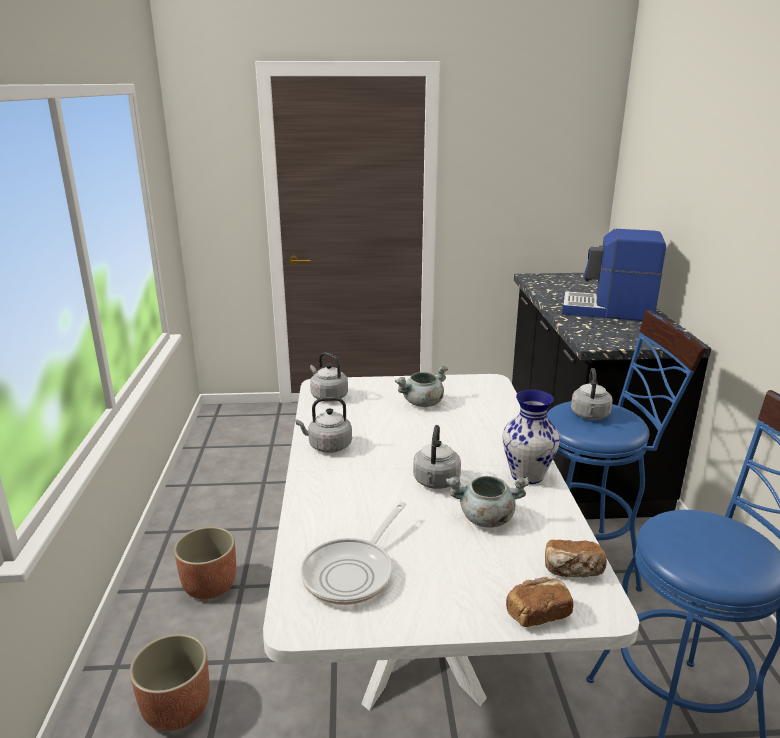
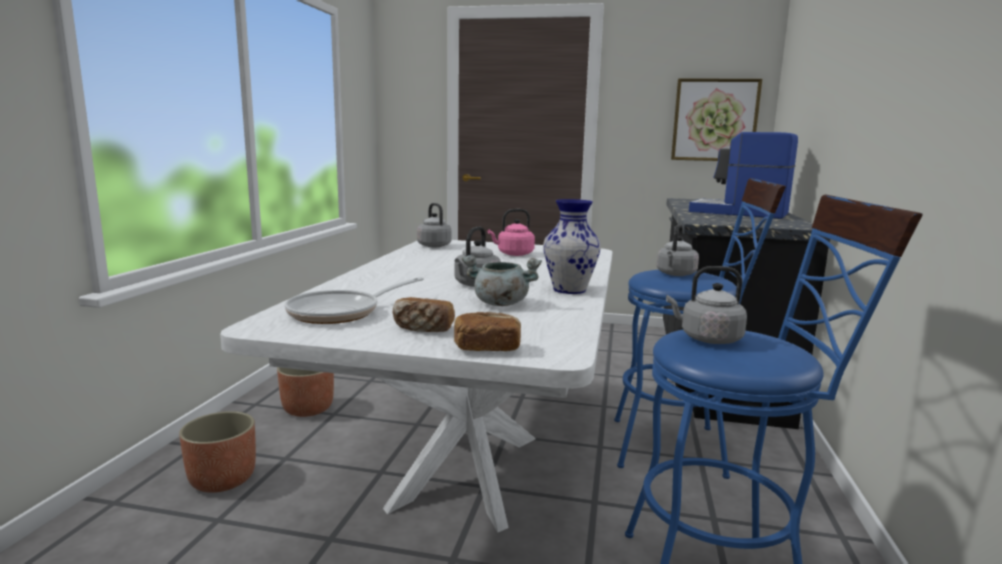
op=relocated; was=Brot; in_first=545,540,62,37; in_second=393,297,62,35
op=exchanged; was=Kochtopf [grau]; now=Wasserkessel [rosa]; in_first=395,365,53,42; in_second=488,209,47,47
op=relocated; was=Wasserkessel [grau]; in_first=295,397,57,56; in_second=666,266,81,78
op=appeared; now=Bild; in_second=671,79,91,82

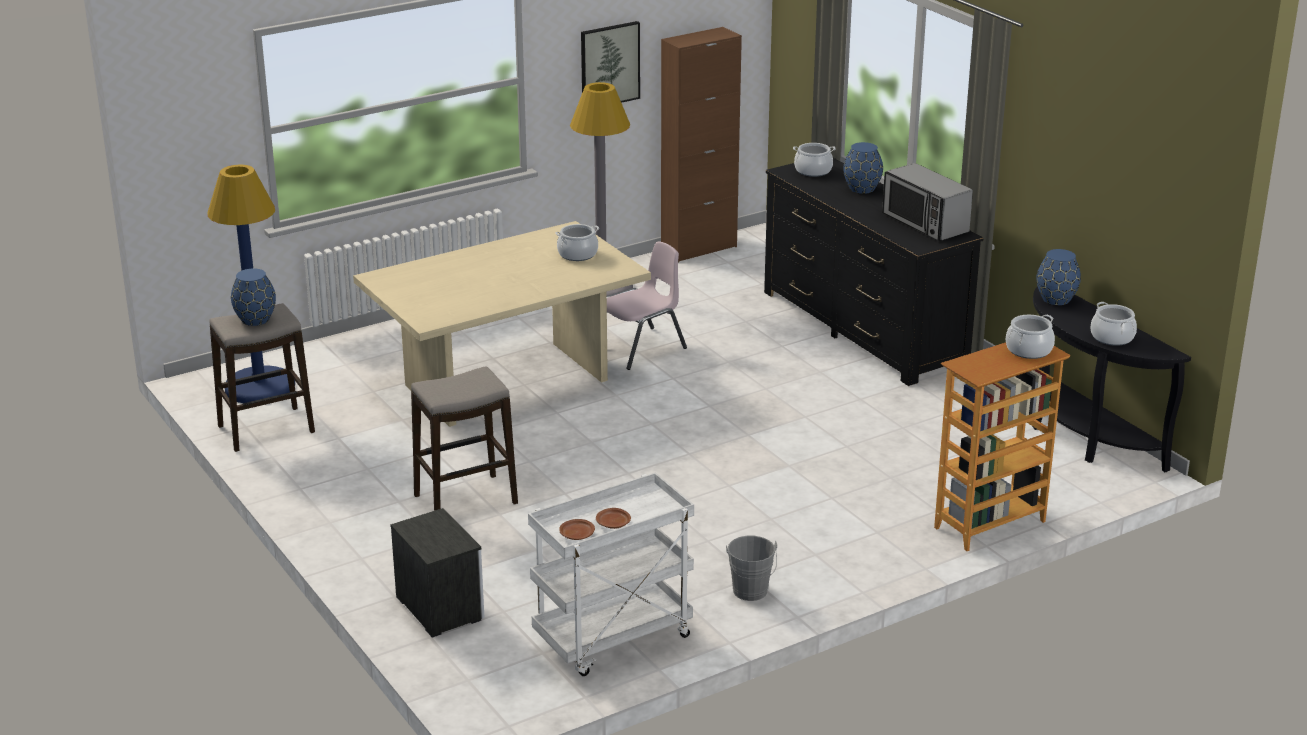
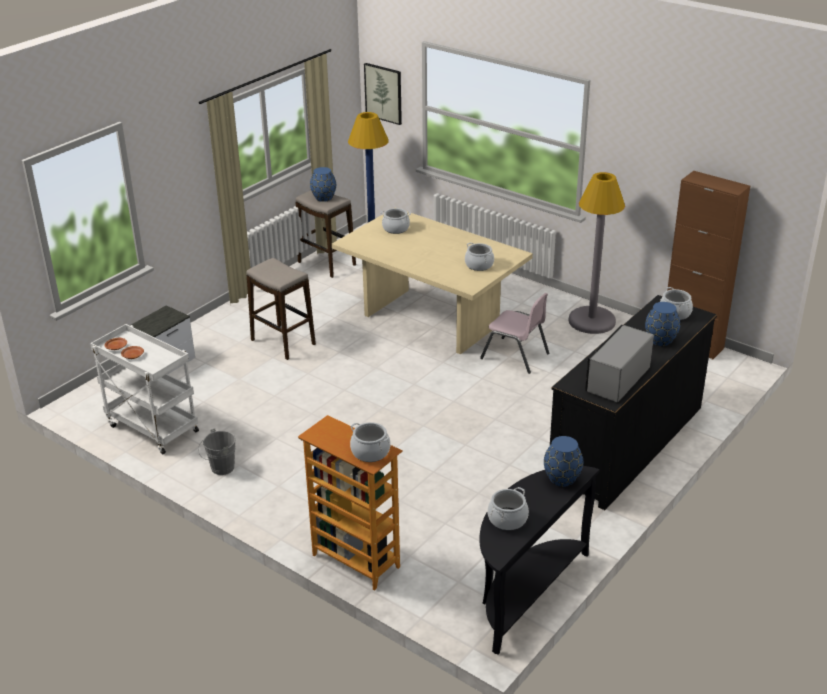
op=relocated; was=Bild; in_first=581,21,59,82; in_second=364,63,38,62
op=appeared; now=Kochtopf; in_second=380,208,31,26

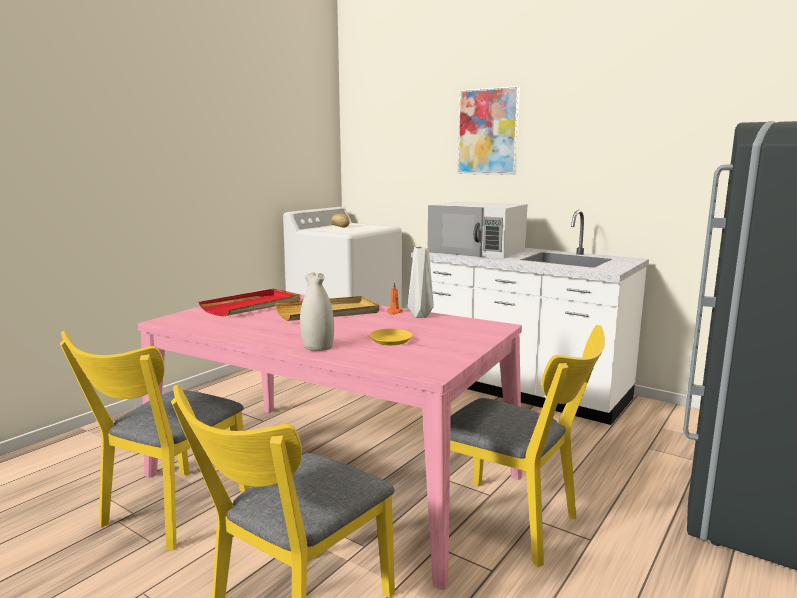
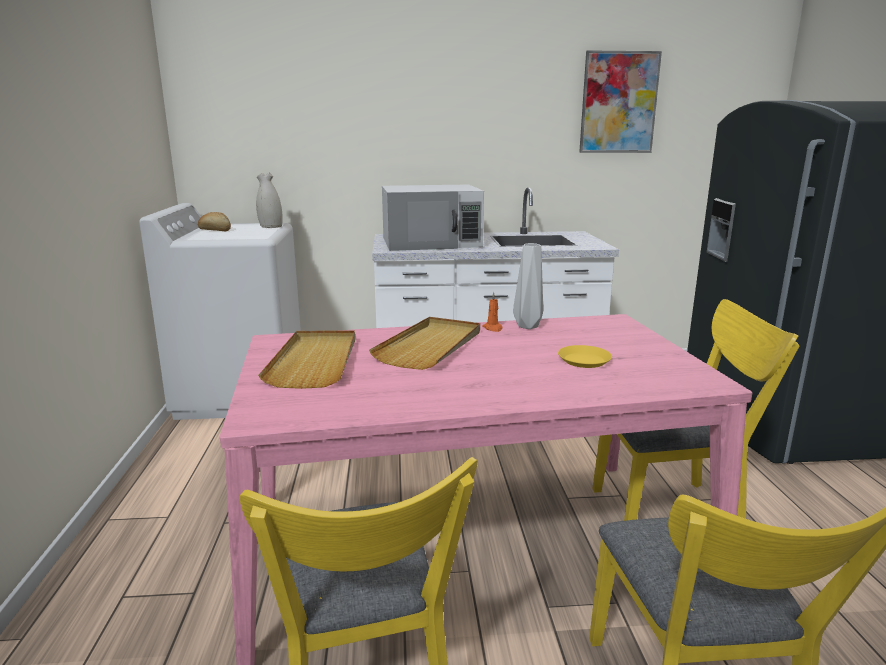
op=relocated; was=Vase [weiß]; in_first=300,272,34,79; in_second=256,173,26,55
op=colour; was=Tablett [rot]; now=Tablett [beige]; in_first=199,289,101,28; in_second=258,331,97,58
op=relocated; was=Bild; in_first=457,86,63,89; in_second=579,50,83,103

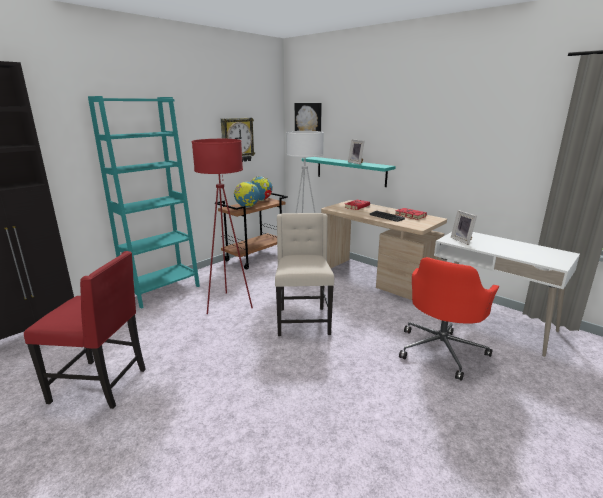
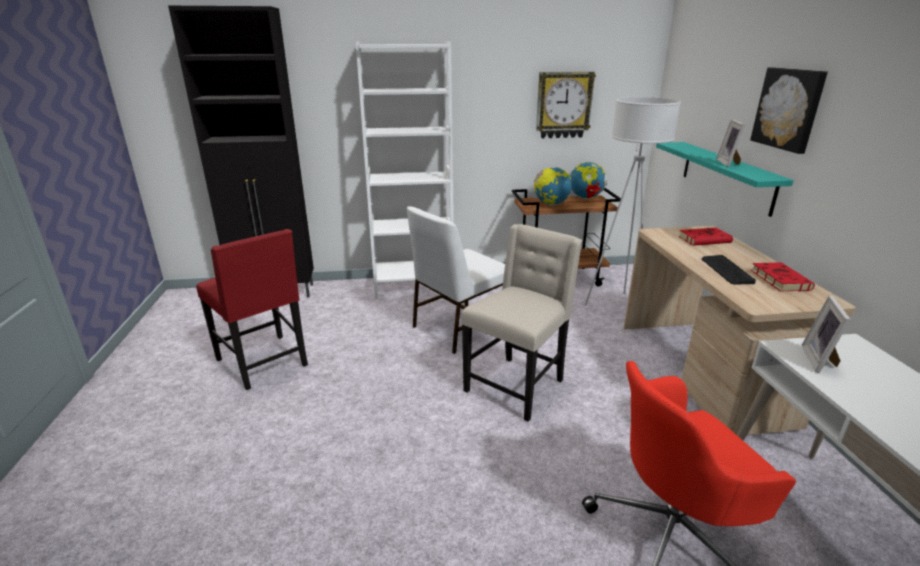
op=colour; was=Bücherregal [türkis]; now=Bücherregal [weiß]; in_first=88,96,112,213; in_second=356,42,98,257
op=exchanged; was=Stehlampe [rot]; now=Stuhl [weiß]; in_first=192,139,61,175; in_second=407,206,98,148
op=relocated; was=Bild; in_first=295,103,27,28; in_second=750,67,78,87

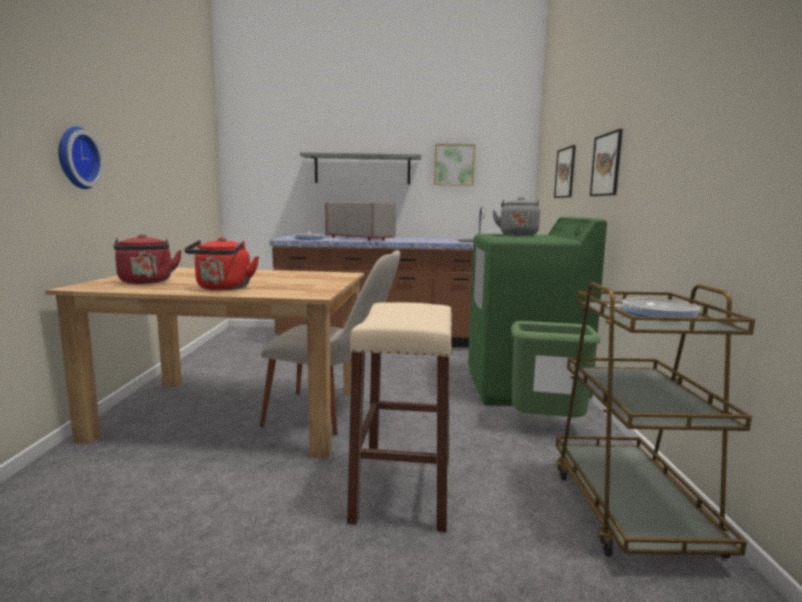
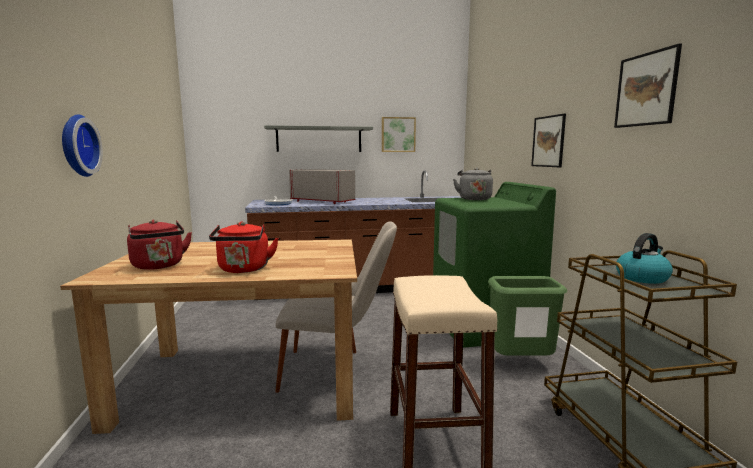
op=relocated; was=Bild; in_first=554,145,22,53; in_second=614,44,68,84
op=exchanged; was=Pfanne; now=Wasserkessel; in_first=607,298,93,20; in_second=616,233,57,51

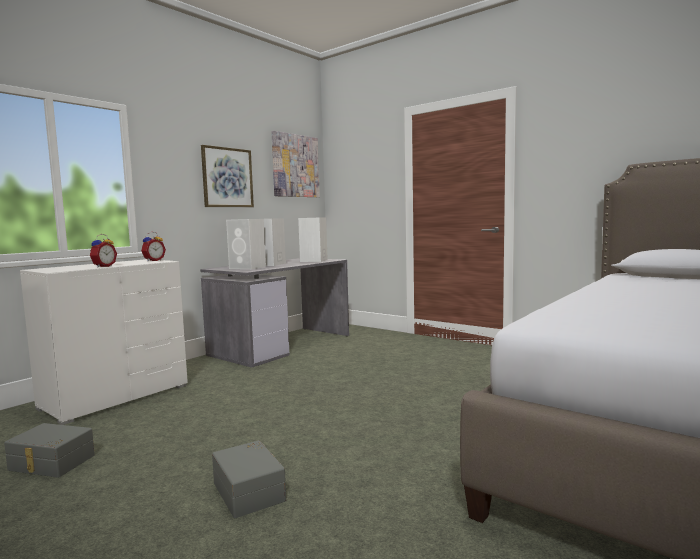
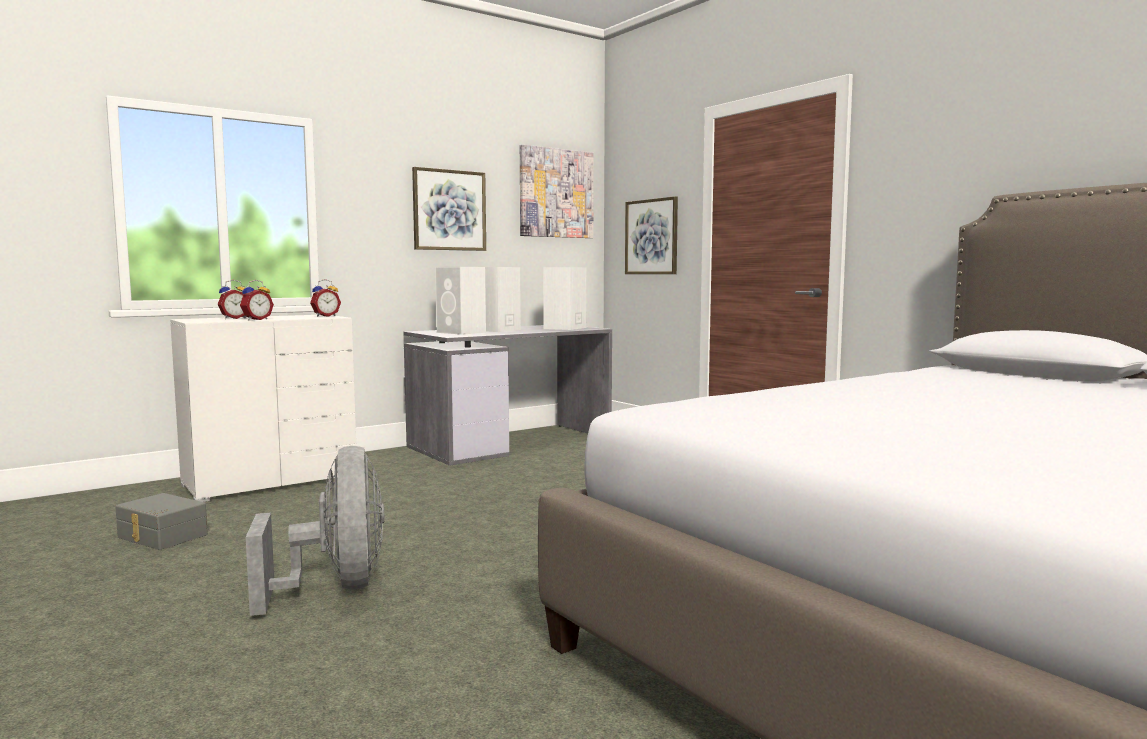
op=appeared; now=Wecker; in_second=217,280,29,39
op=exchanged; was=Aufbewahrungsbox [grau]; now=Ventilator [grau]; in_first=212,440,74,78; in_second=246,446,139,170
op=appeared; now=Bild; in_second=625,196,53,78

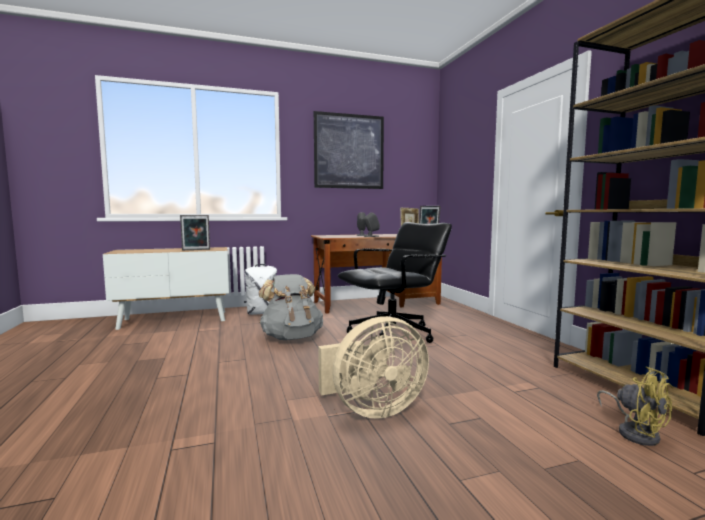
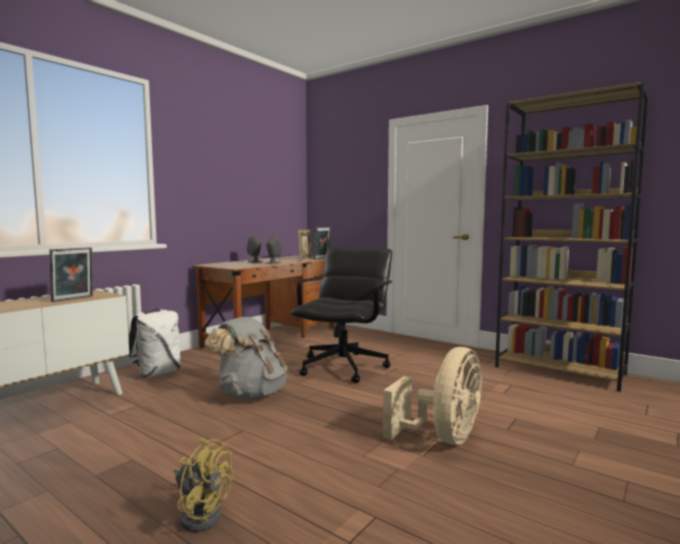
op=relocated; was=Ventilator [gelb]; in_first=597,366,76,80; in_second=174,439,59,93
op=missing; was=Bild; in_first=314,111,70,78

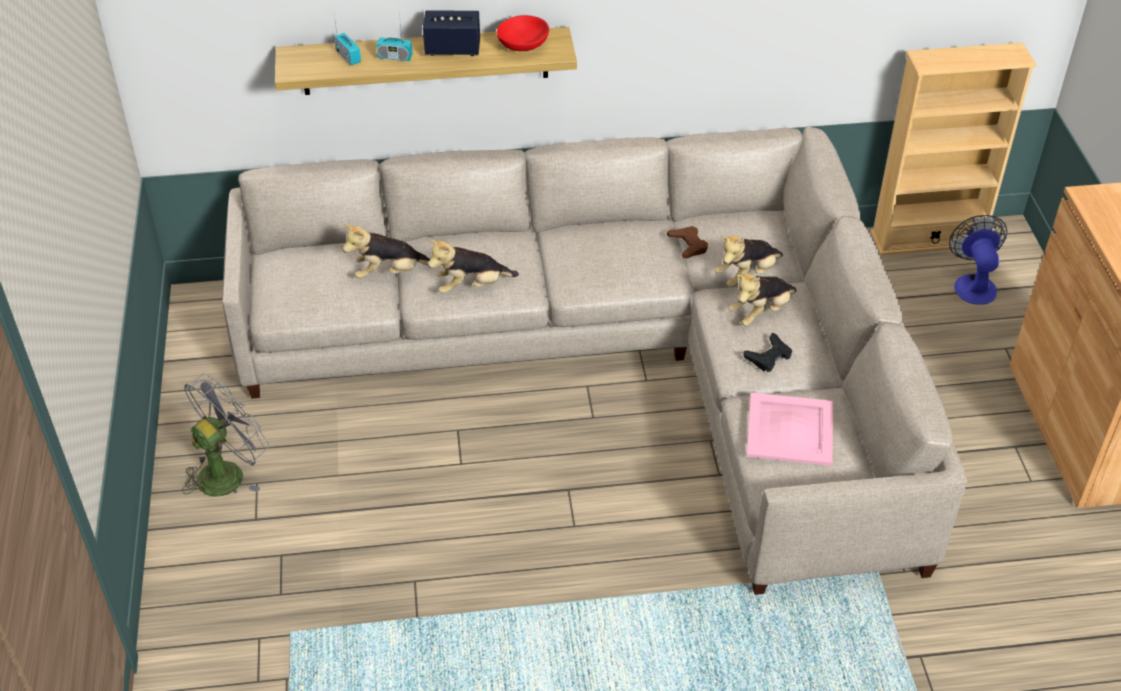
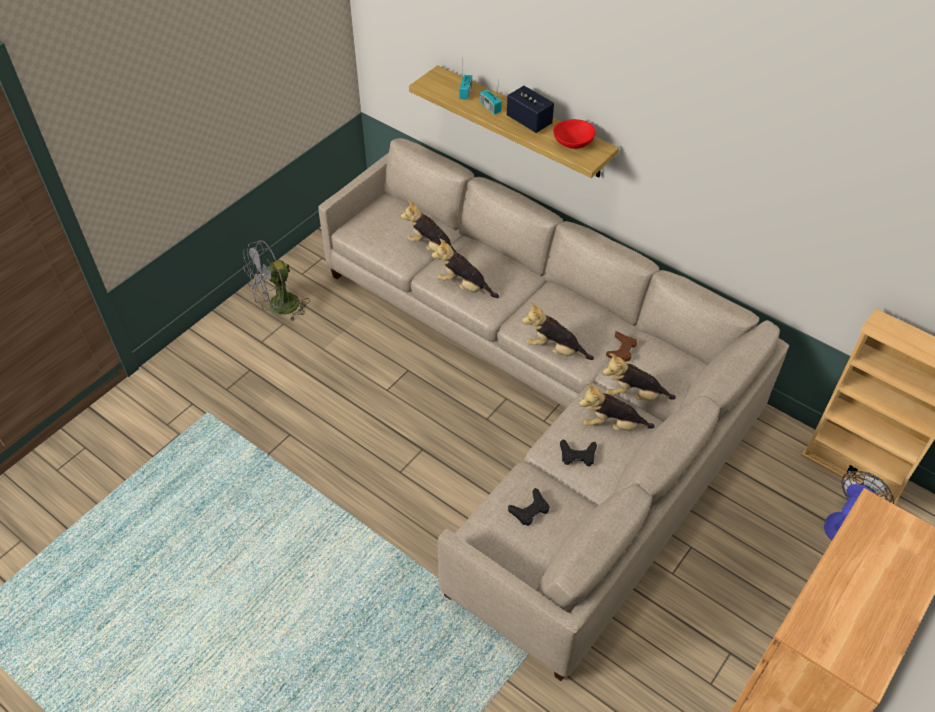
op=spun; was=Ventilator [grau]; in_first=182,374,87,123; in_second=243,240,67,82; clockwise=150
op=exchanged; was=Tablett [rosa]; now=Gamepad [schwarz]; in_first=747,393,86,73; in_second=508,488,42,38
op=appeared; now=Plüschtier; in_second=522,303,72,57

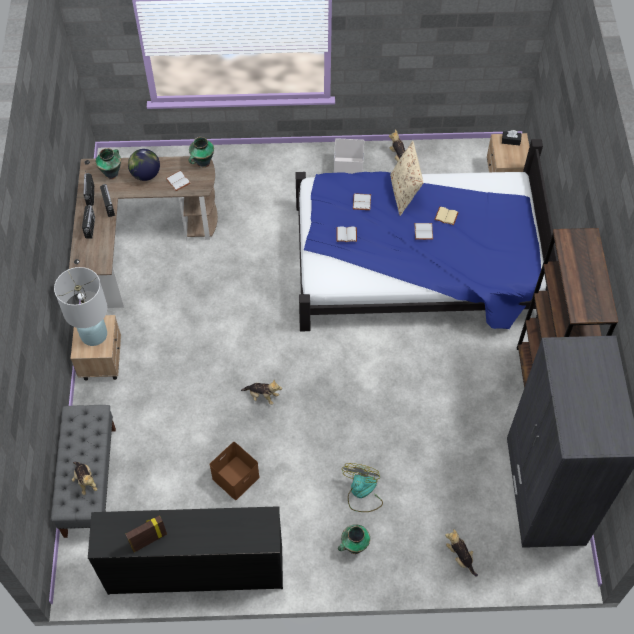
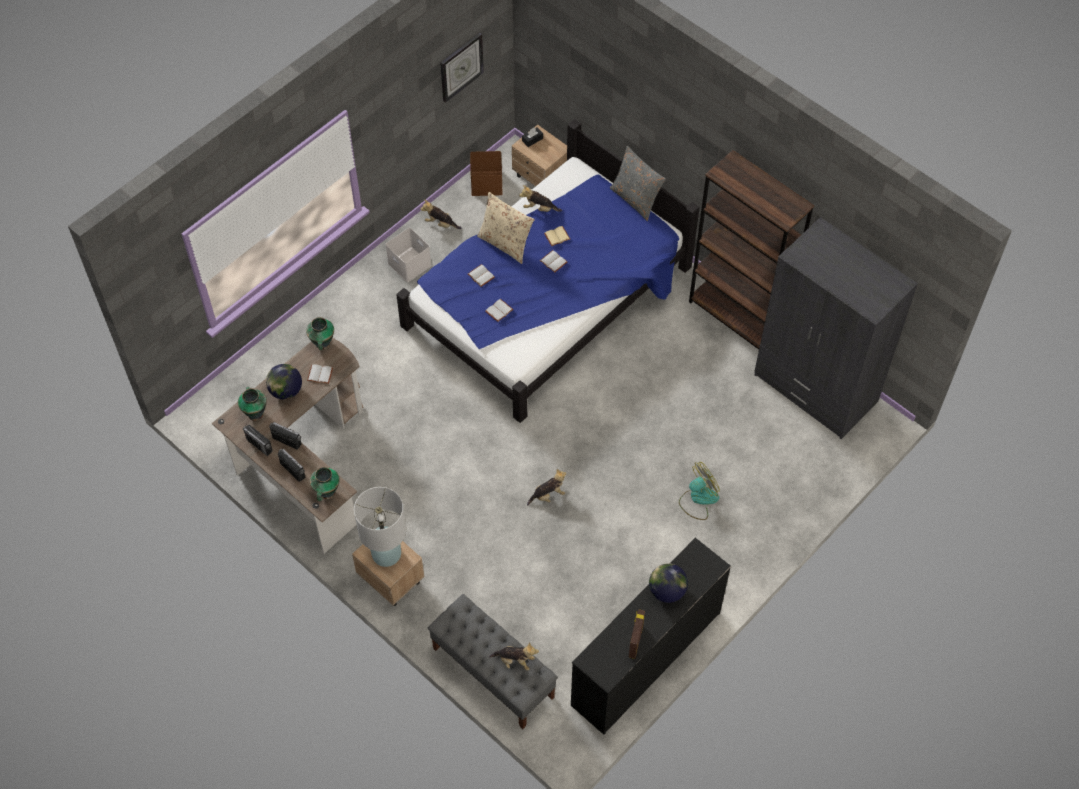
op=relocated; was=Vase; in_first=338,524,32,30; in_second=310,467,29,34
op=appeared; now=Wanduhr; in_second=440,33,44,70
op=relocated; was=Aufbewahrungsbox [braun]; in_first=209,442,51,58; in_second=470,151,32,45
op=relocated; was=Plüschtier; in_first=445,529,33,48; in_second=519,185,43,27
op=appeared; now=Kissen [grau]; in_second=610,146,56,75
op=appeared; now=Globus; in_second=649,563,39,40
op=spun; was=Ventilator; in_first=342,463,41,49; in_second=679,462,41,58; clockwise=90

